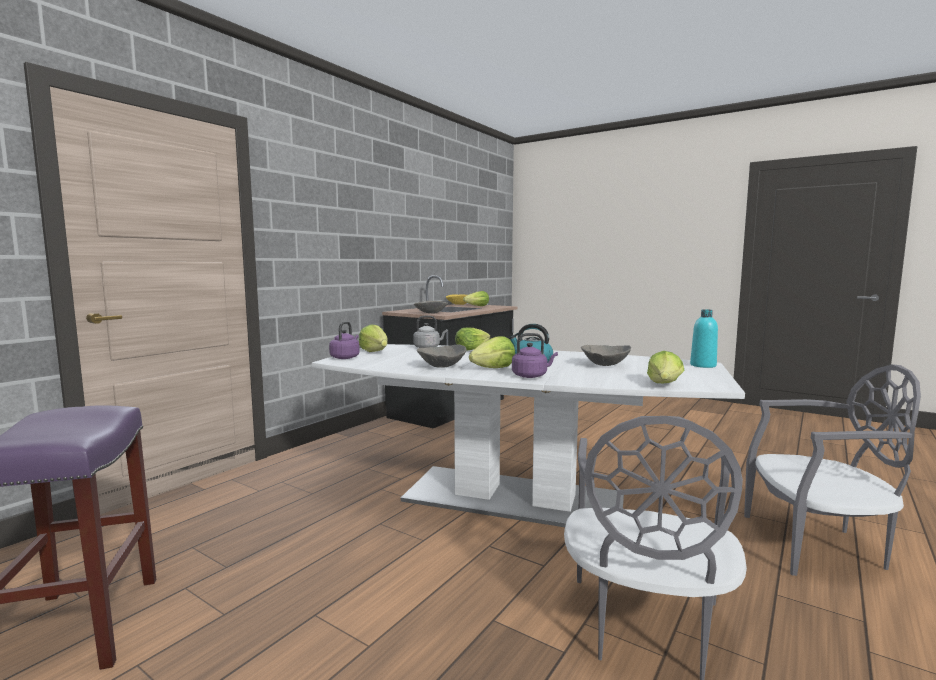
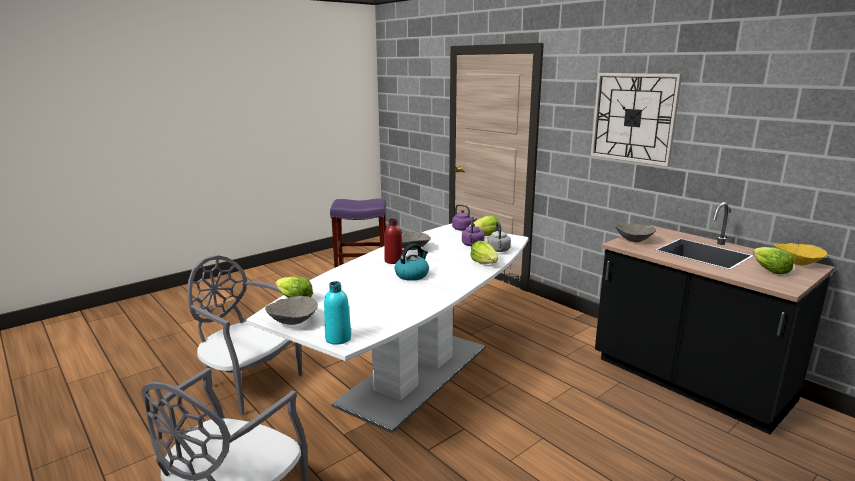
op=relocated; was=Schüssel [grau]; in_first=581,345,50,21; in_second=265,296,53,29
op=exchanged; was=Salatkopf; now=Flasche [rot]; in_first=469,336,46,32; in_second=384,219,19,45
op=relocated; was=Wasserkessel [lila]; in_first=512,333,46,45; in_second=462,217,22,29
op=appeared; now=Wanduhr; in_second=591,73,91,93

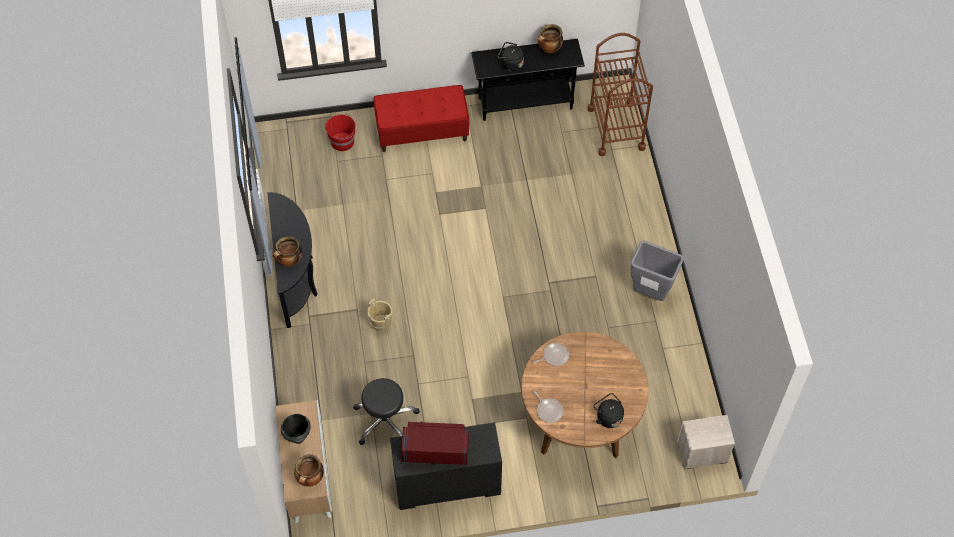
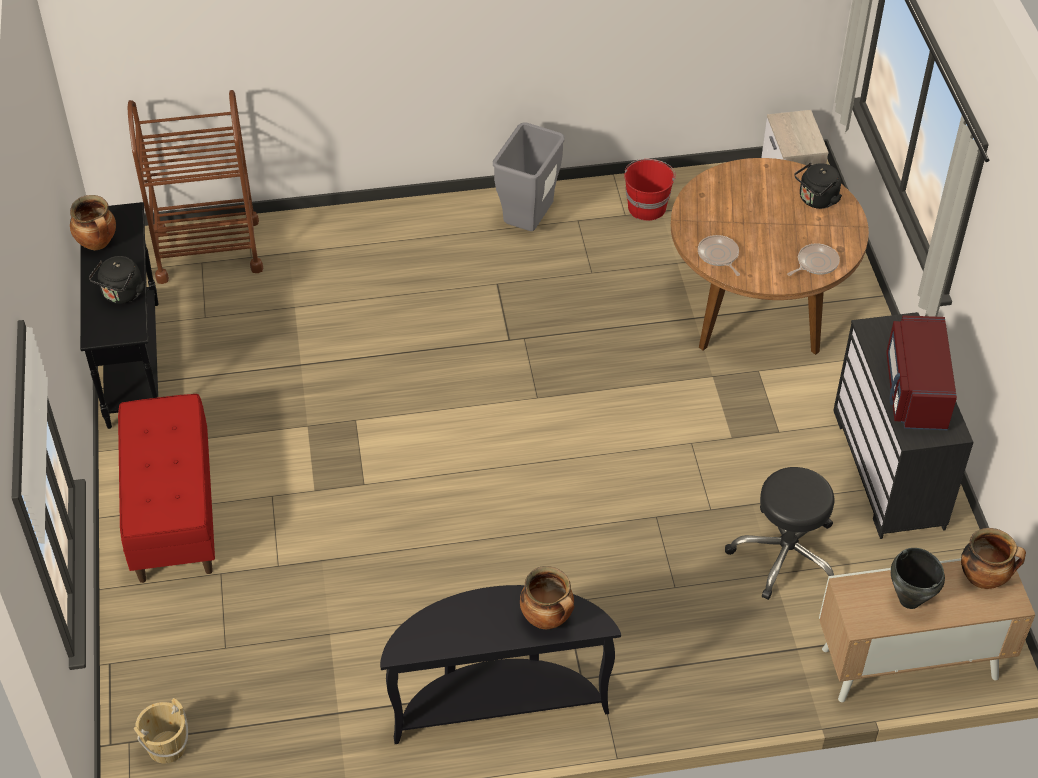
op=relocated; was=Eimer [beige]; in_first=368,299,24,32; in_second=134,698,54,65
op=relocated; was=Eimer [rot]; in_first=325,114,32,37; in_second=624,159,52,62

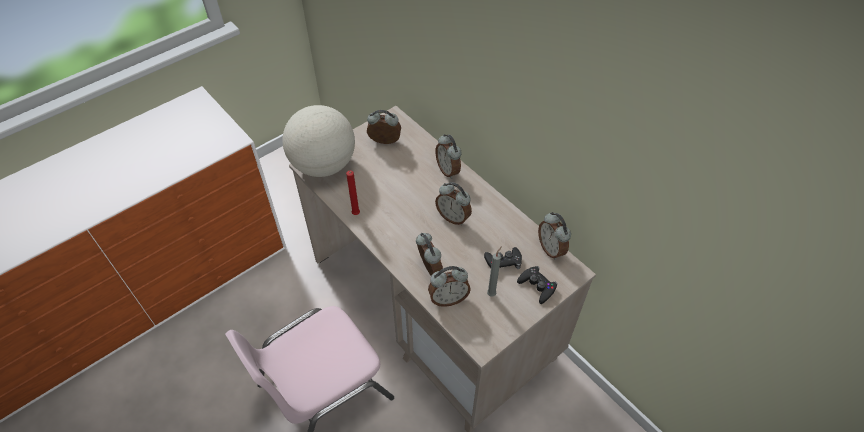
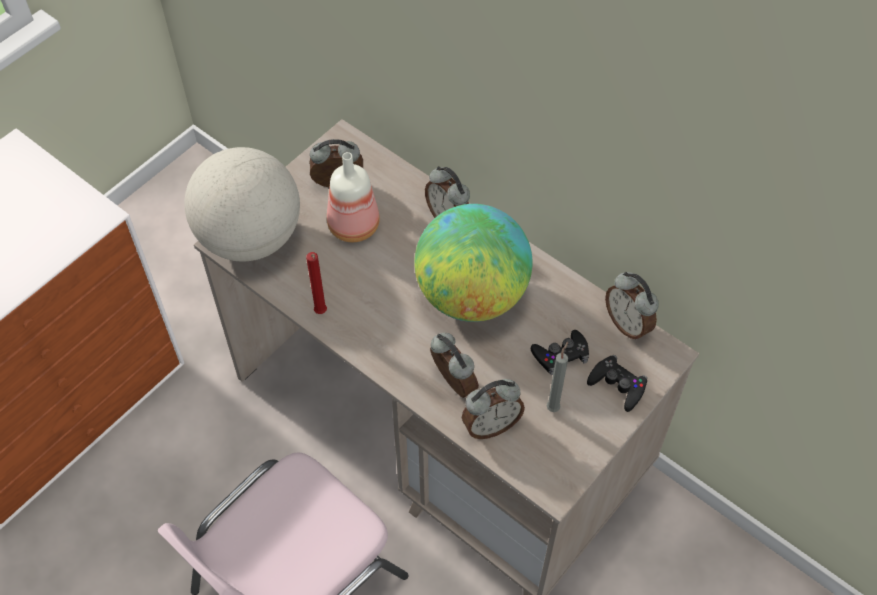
op=appeared; now=Flasche; in_second=327,152,53,90
op=exchanged; was=Wecker; now=Globus; in_first=435,182,37,43; in_second=414,204,119,118

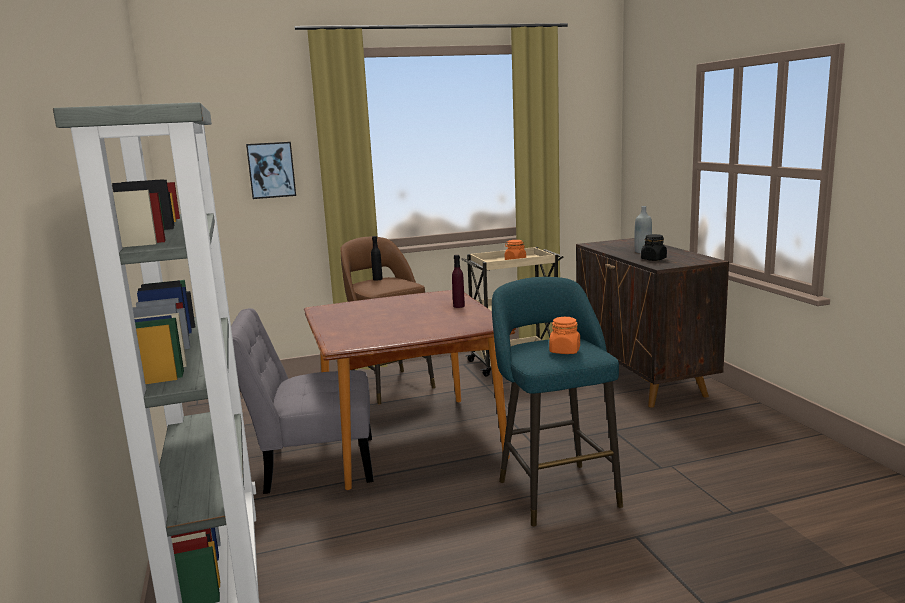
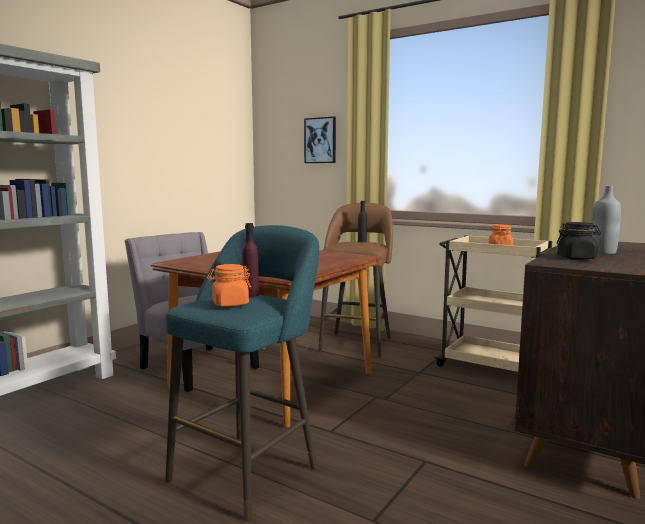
op=relocated; was=Flasche [lila]; in_first=452,255,13,53; in_second=242,223,17,74

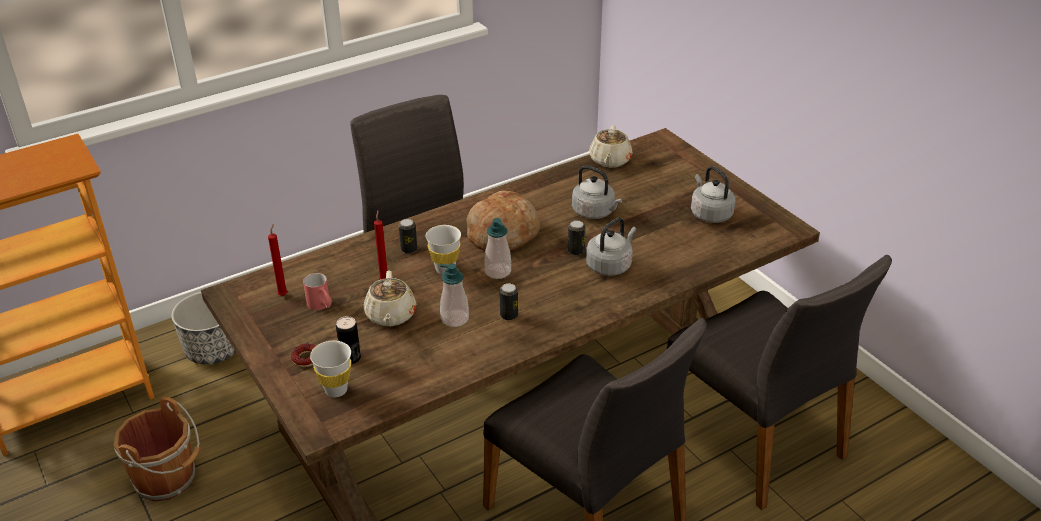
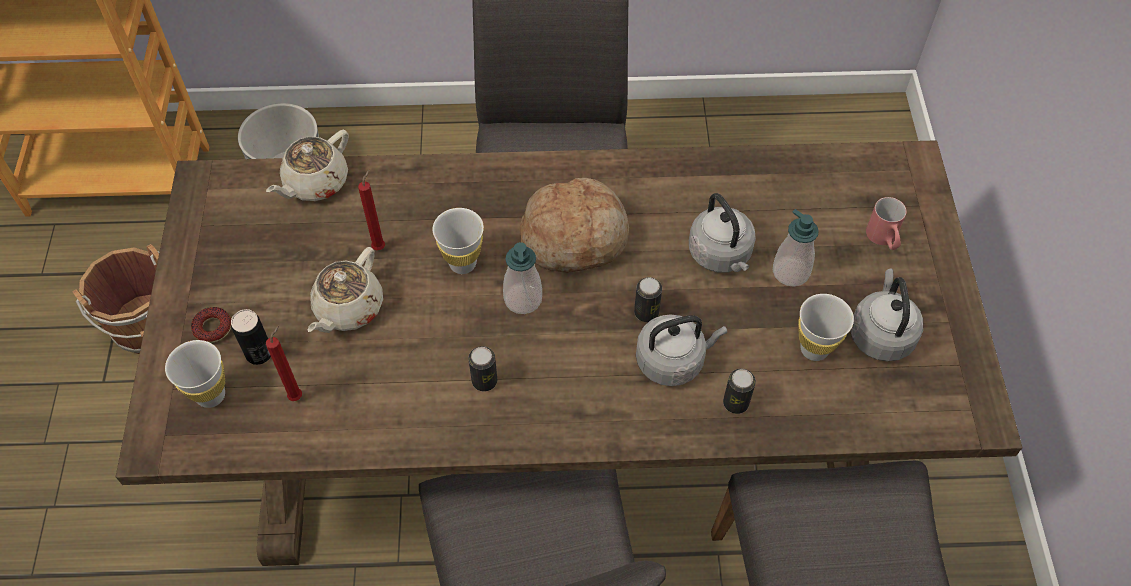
op=relocated; was=Teekanne [beige]; in_first=589,125,43,43; in_second=266,130,83,71
op=relocated; was=Kerze [rot]; in_first=268,224,20,72; in_second=266,326,36,75
op=relocated; was=Dose; in_first=399,219,18,35; in_second=723,369,33,45
op=relocated; was=Seifenspender; in_first=440,264,29,63; in_second=773,209,46,78
op=appeared; now=Tasse [weiß]; in_second=798,294,56,67
op=relocated; was=Henkelbecher [rot]; in_first=303,273,29,37; in_second=866,197,41,53

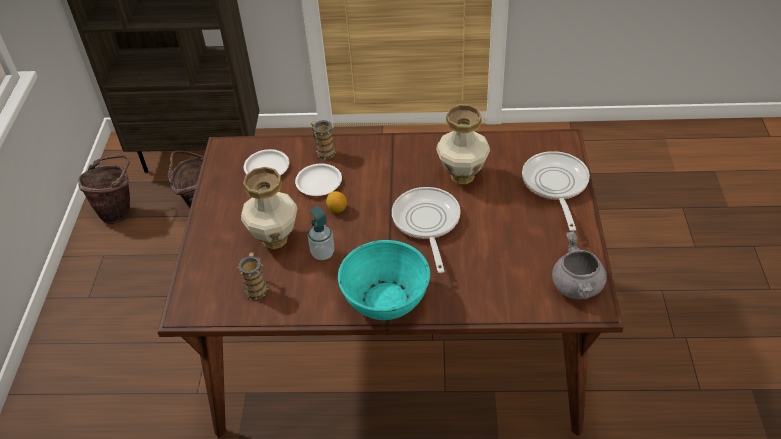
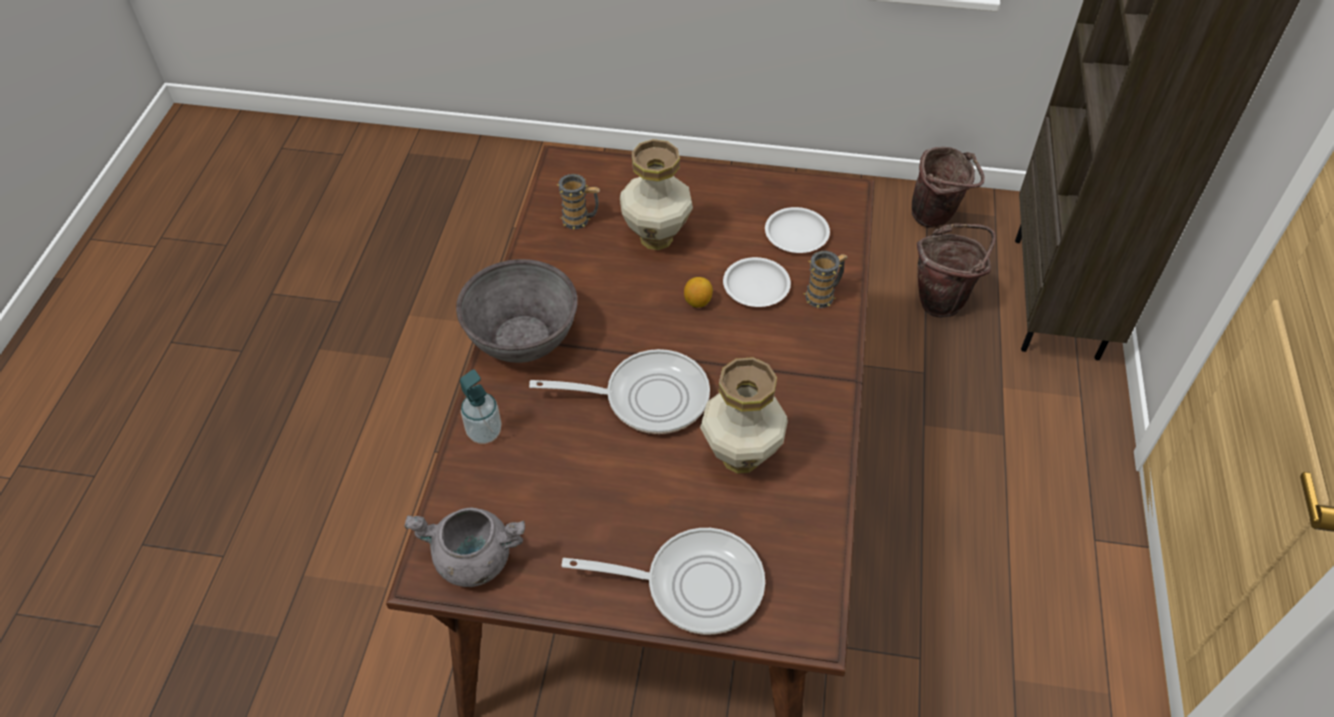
op=colour; was=Schüssel [türkis]; now=Schüssel [grau]; in_first=338,240,92,80; in_second=456,259,122,104
op=relocated; was=Seifenspender; in_first=308,206,27,54; in_second=460,369,42,75

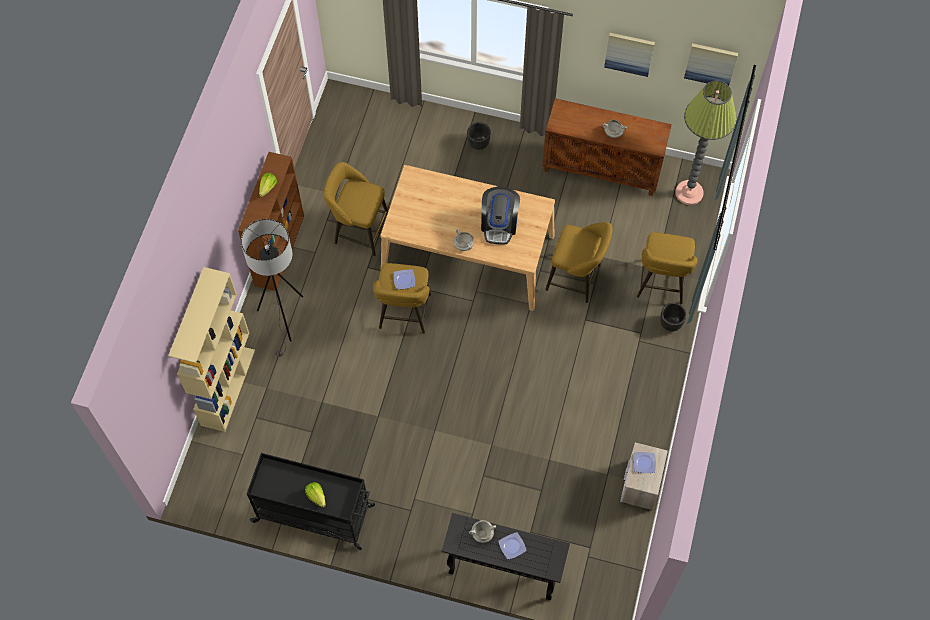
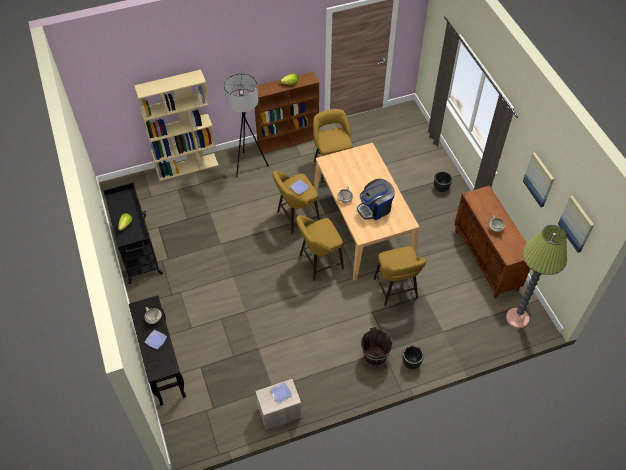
op=relocated; was=Hocker [gelb]; in_first=637,232,61,72; in_second=296,215,48,66
op=appeared; now=Eimer [braun]; in_second=361,327,32,40

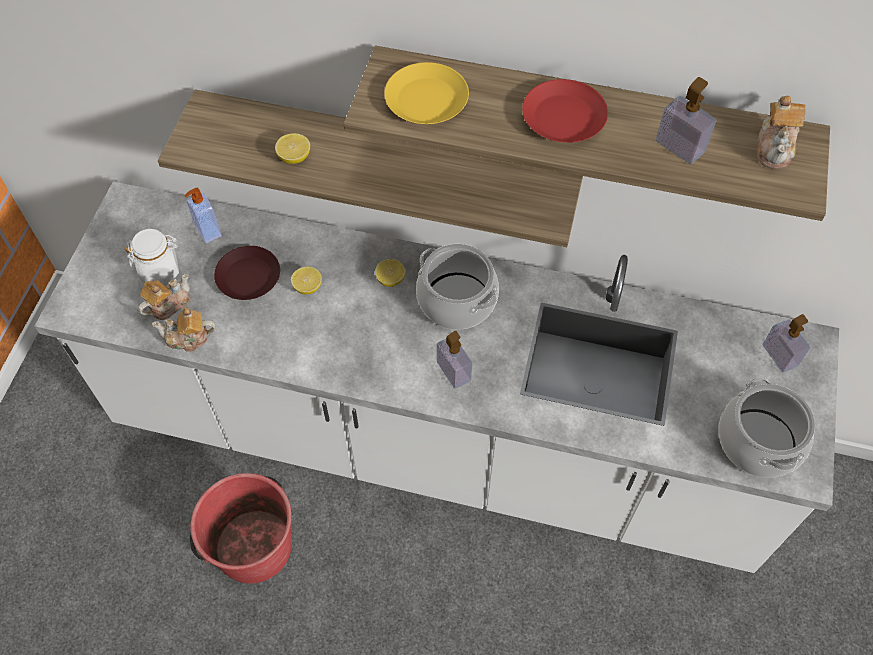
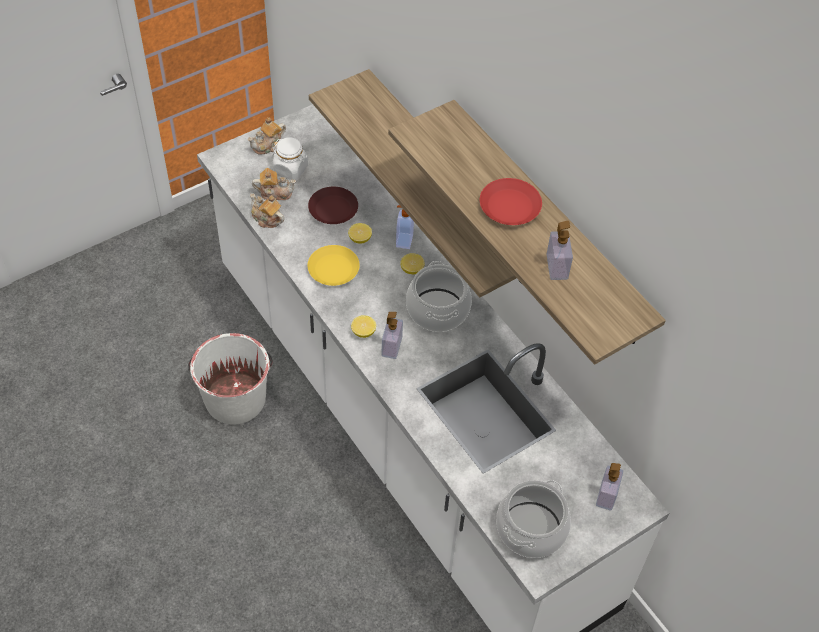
op=colour; was=Eimer [rot]; now=Eimer [weiß]; in_first=190,473,102,111; in_second=188,333,85,91
op=relocated; was=Teekanne; in_first=757,96,49,73; in_second=247,117,39,38
op=relocated; was=Teller [gelb]; in_first=384,62,85,62; in_second=307,245,53,41
op=relocated; was=Zitrone; in_first=275,133,35,31; in_second=351,315,25,23
op=relocated; was=Seifenspender; in_first=184,187,38,56; in_second=396,205,18,44

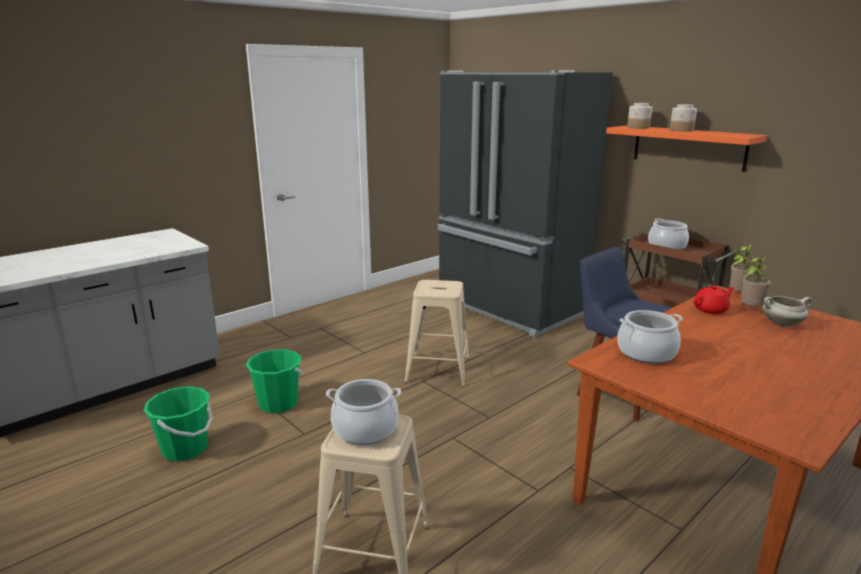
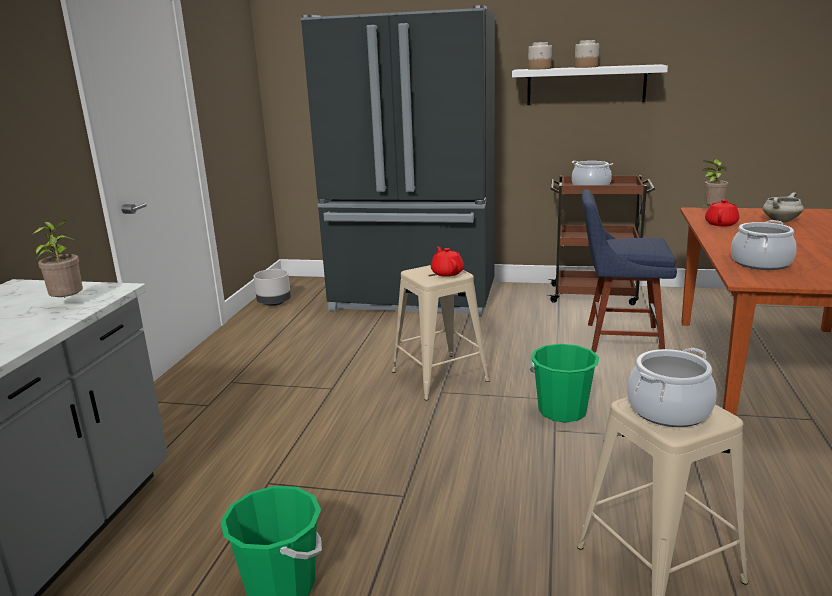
op=relocated; was=Topfpflanze; in_first=741,255,30,51; in_second=33,220,50,77
op=appeared; now=Pflanzkübel [grau]; in_second=254,269,37,37
op=appeared; now=Teekanne [rot]; in_second=431,247,33,30
op=colour; was=Wandregal [orange]; now=Wandregal [weiß]; in_first=606,125,161,47; in_second=512,64,156,41
op=relocated; was=Eimer [grün]; in_first=246,349,57,64; in_second=529,344,70,79

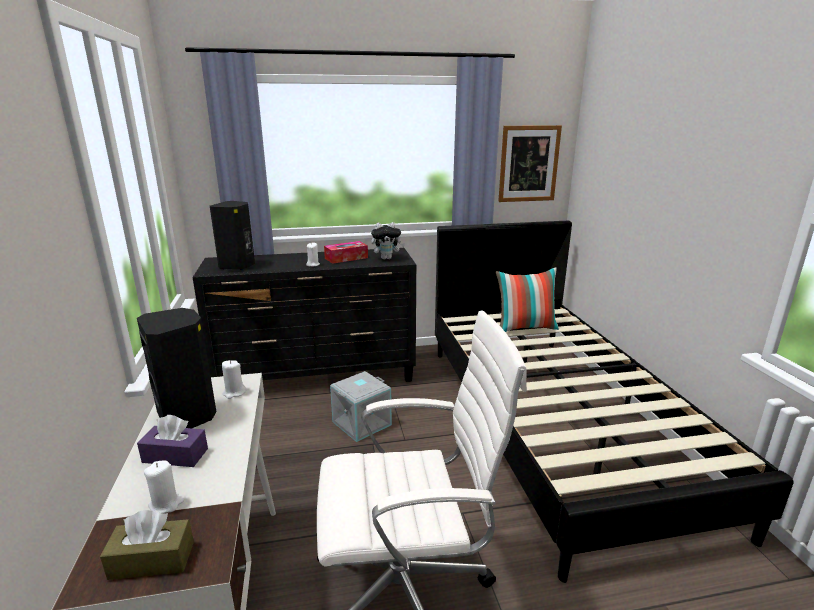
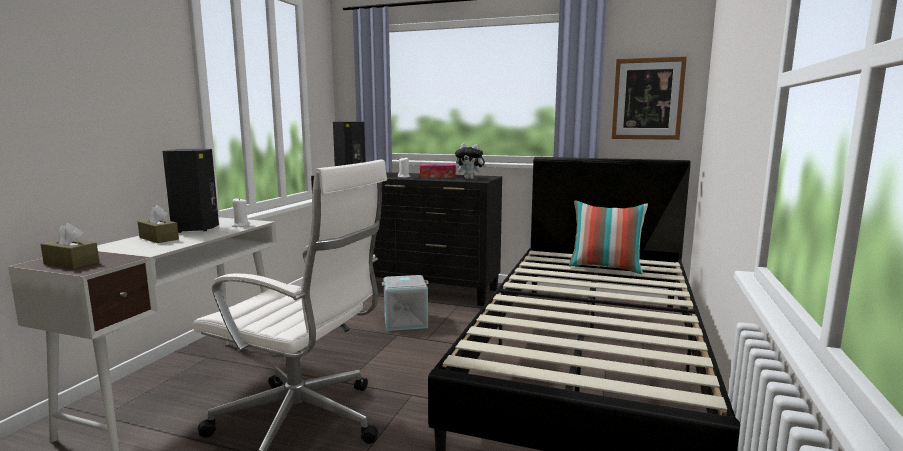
op=colour; was=Taschentuchbox [lila]; now=Taschentuchbox [braun]; in_first=137,415,71,52; in_second=138,205,41,38
op=missing; was=Kerze [weiß]; in_first=144,460,40,54

